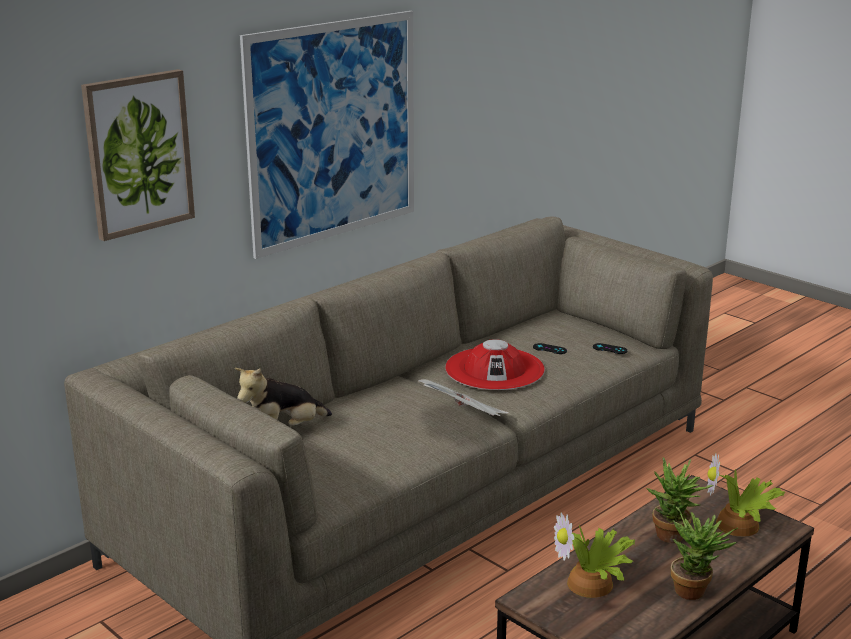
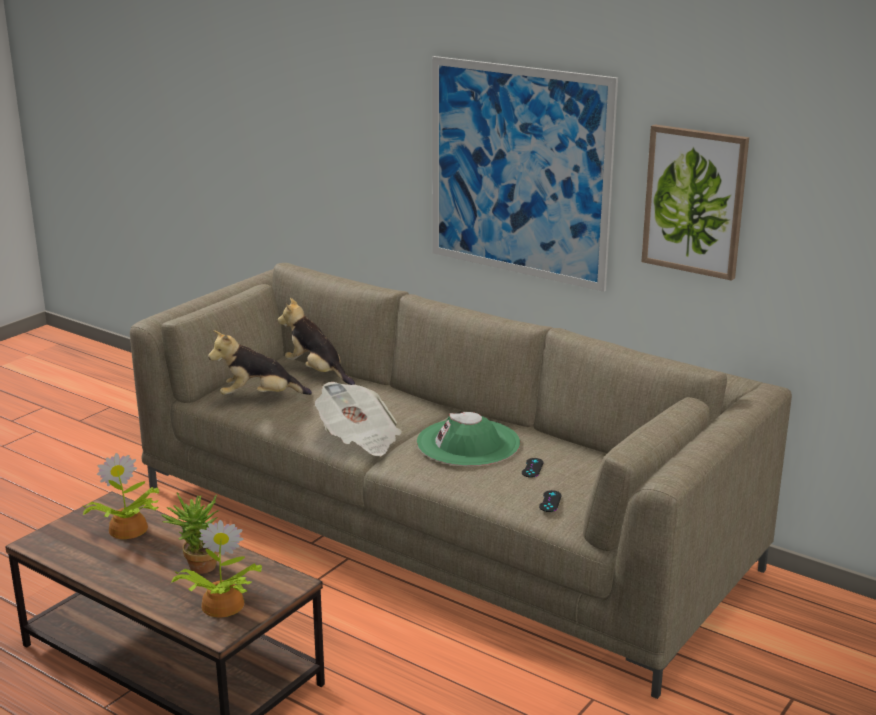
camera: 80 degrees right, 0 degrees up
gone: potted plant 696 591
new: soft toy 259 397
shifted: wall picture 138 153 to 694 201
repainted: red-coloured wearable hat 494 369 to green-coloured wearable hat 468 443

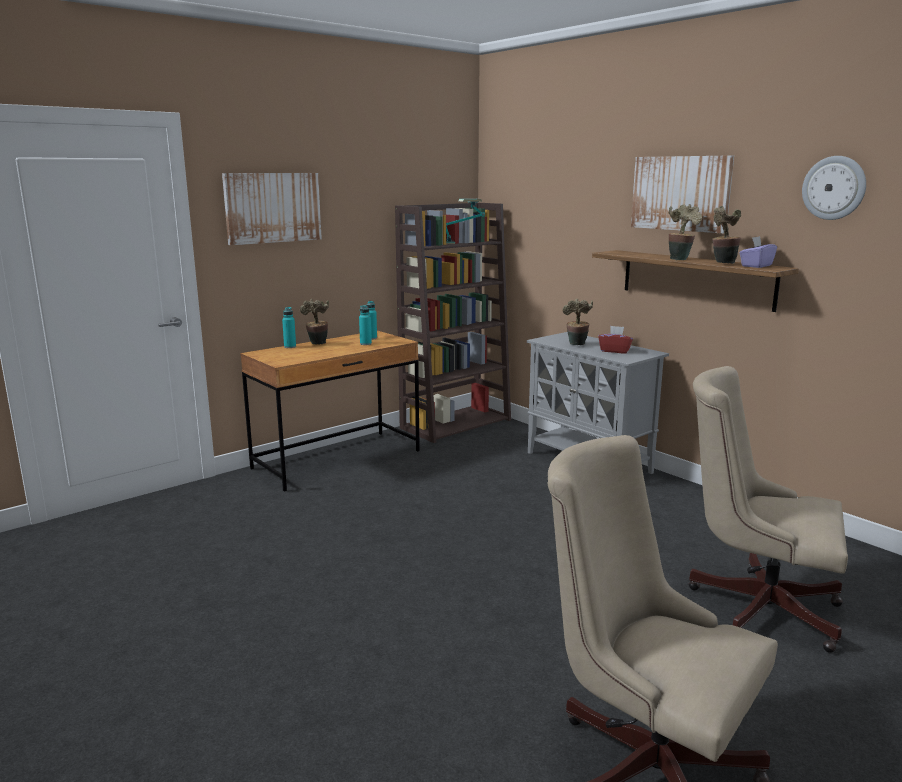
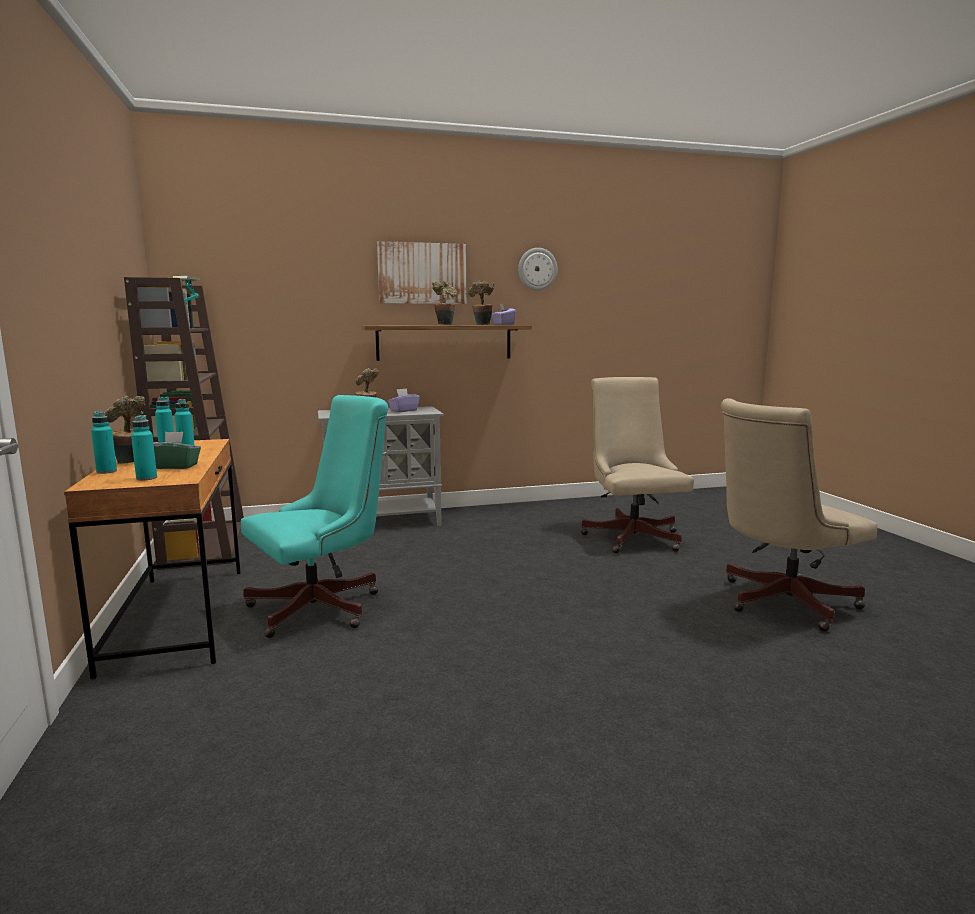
camera: 65 degrees left, 5 degrees down
gone: wall picture 273 207
new: blue-green drink bottle 146 478; green-coloured box of tissues 175 466; blue-green computer chair 324 606
repainted: red-coloured box of tissues 615 351 to purple box of tissues 403 410
rotated: sand-coloured computer chair 755 605 = 631 536 120 degrees clockwise

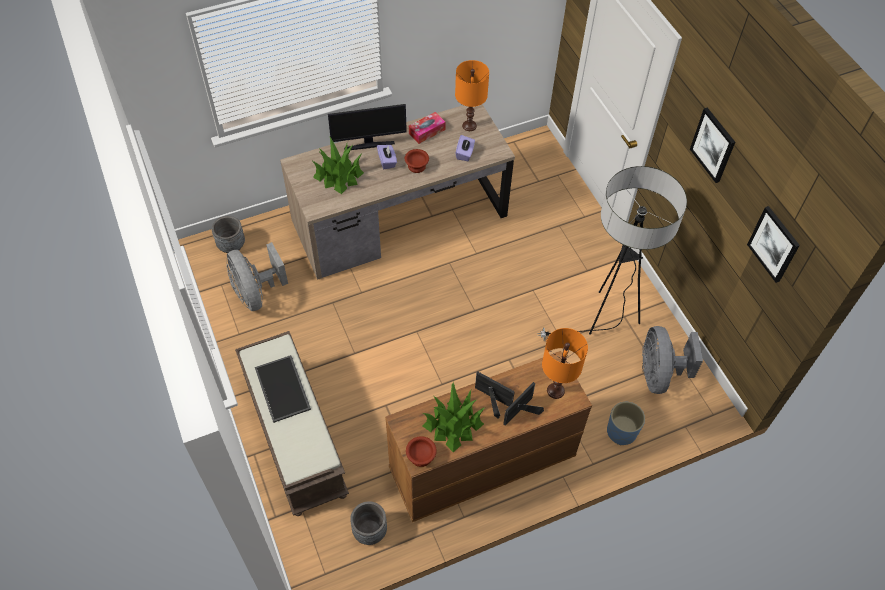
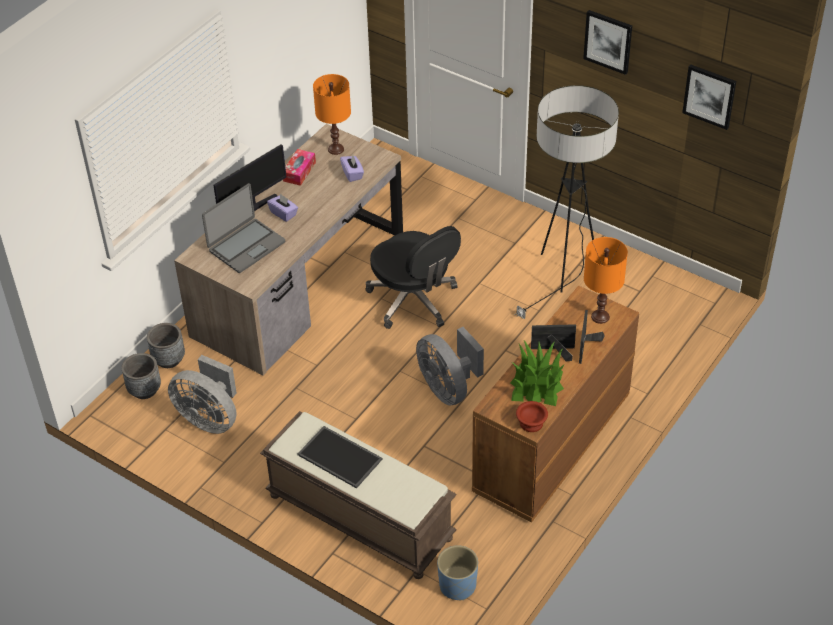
camera: 30 degrees left, 10 degrees down
gone: brown-coloured serving bowl 416 166
new: black-coloured computer chair 414 300
shifted: greyish planter 369 531 to 169 359; bluish planter 621 432 to 457 586; greyish cooling fan 659 374 to 448 388
swapped: potted plant 338 174 to laptop 246 246

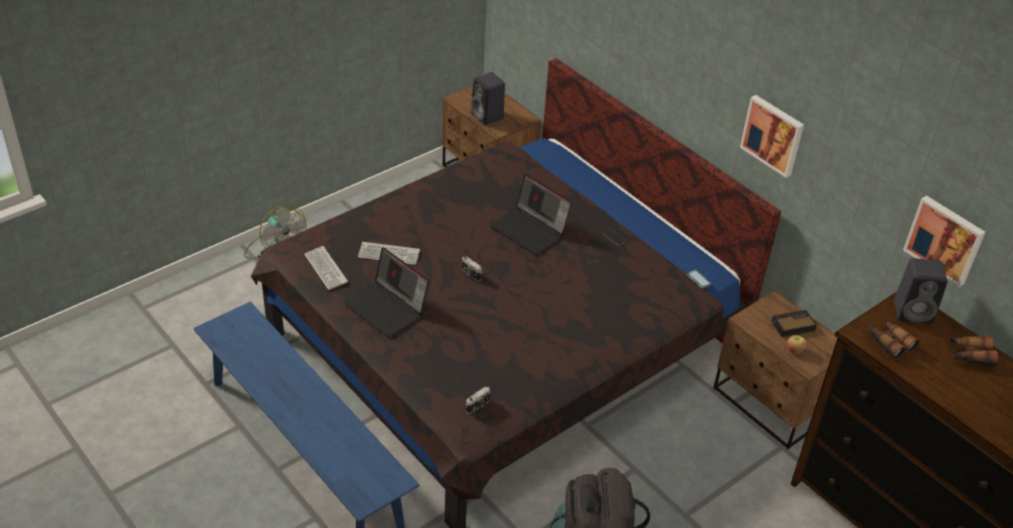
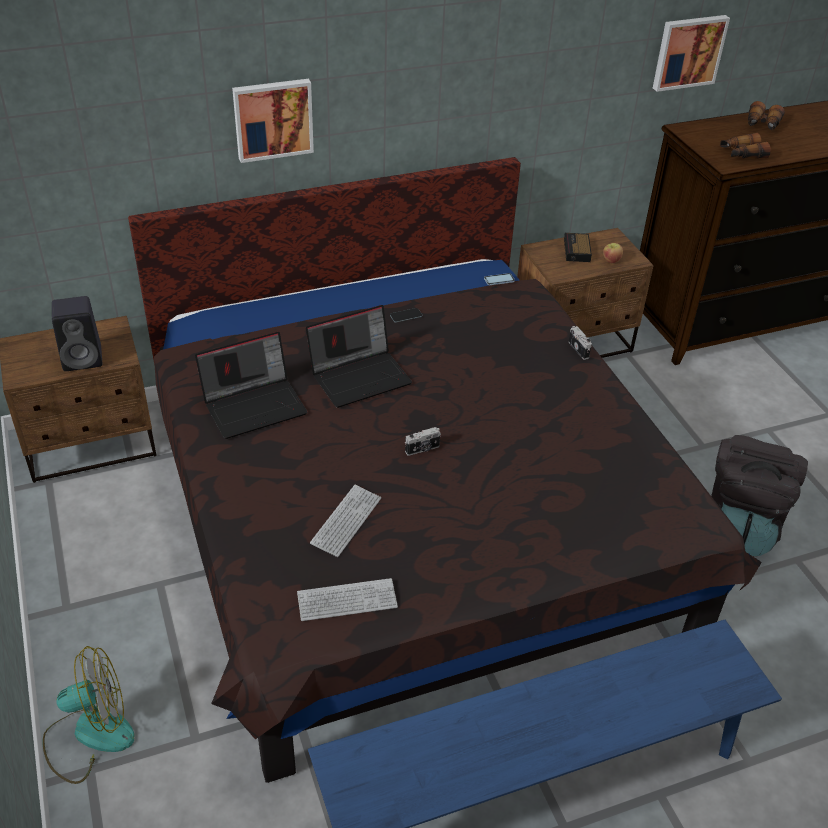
camera: 70 degrees left, 0 degrees up
gone: black-coloured speaker 914 312
shifted: laptop 387 308 to 255 405; photo camera 478 406 to 579 349; wall picture 773 135 to 273 119

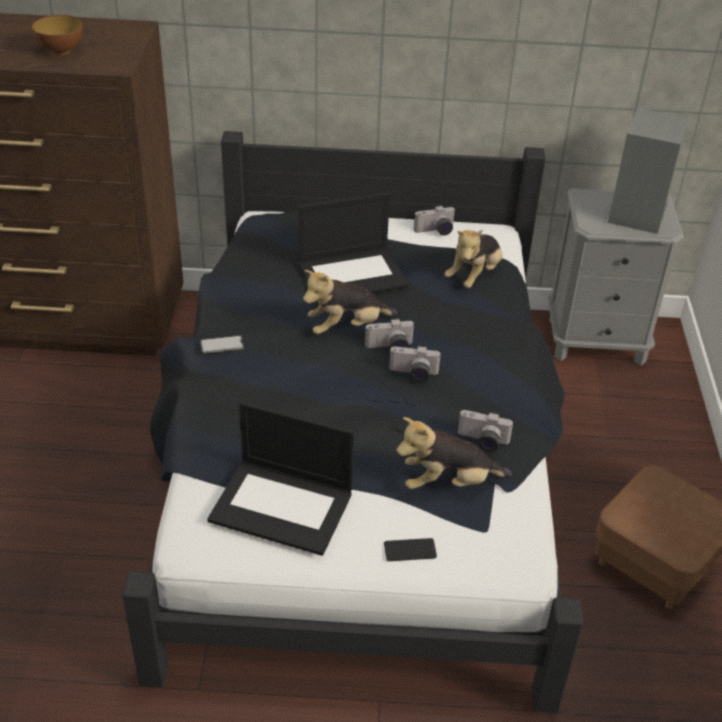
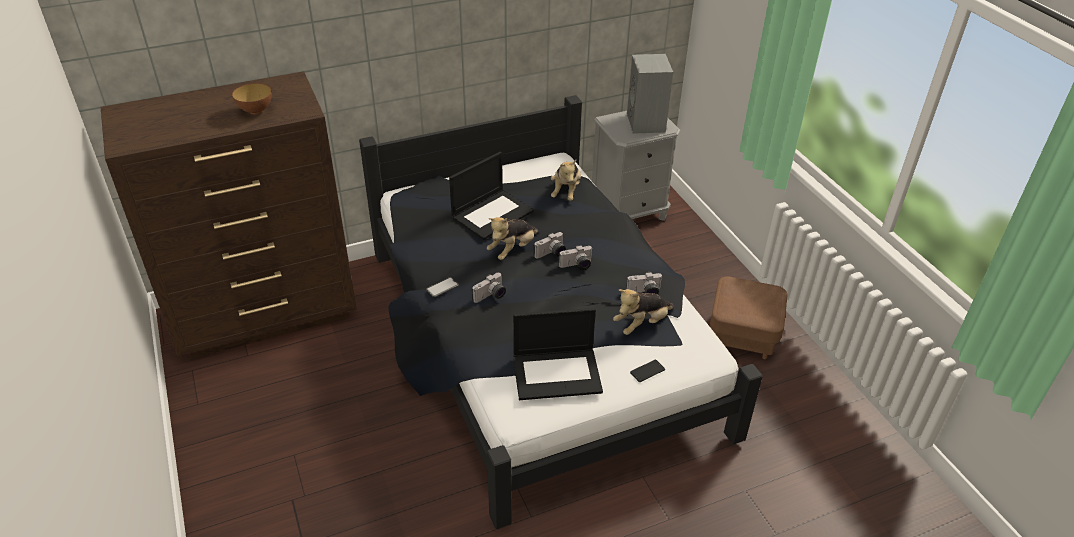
camera: 25 degrees left, 0 degrees up
shifted: photo camera 435 231 to 491 296

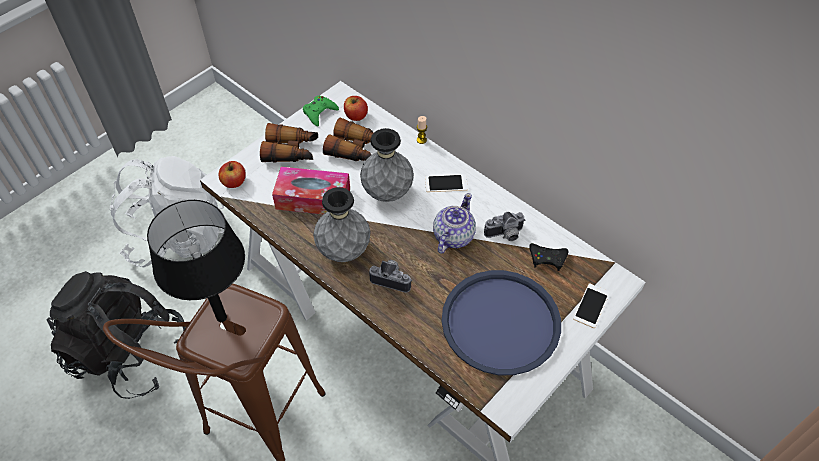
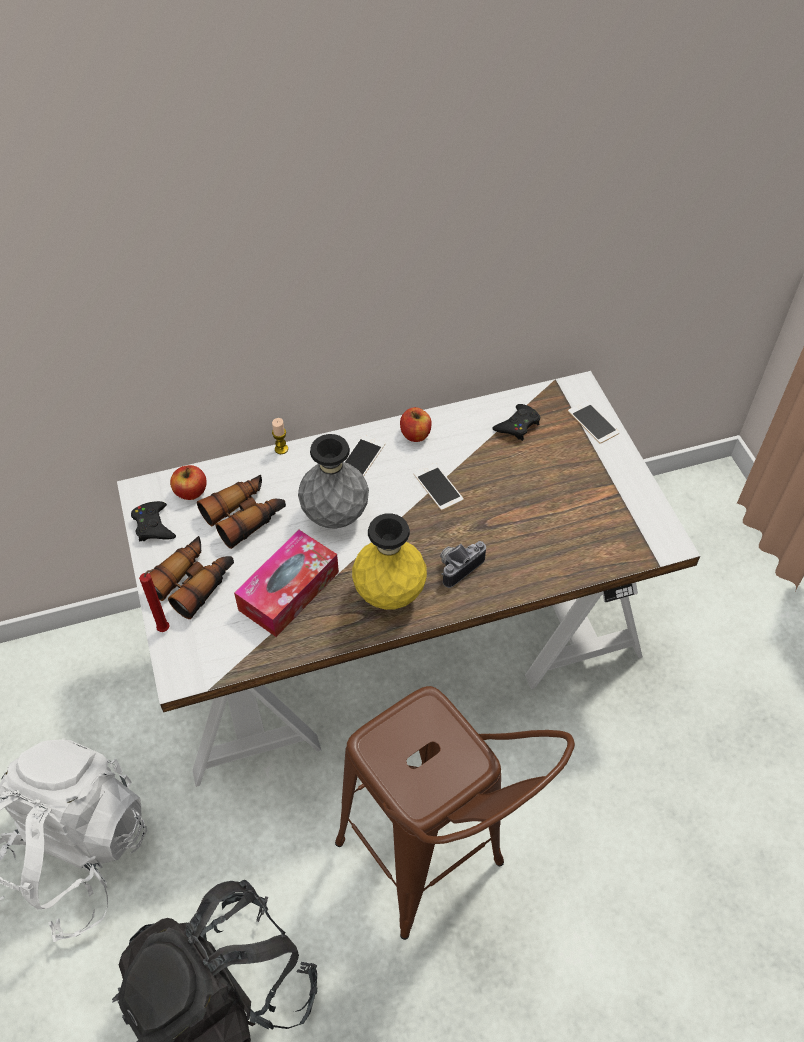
camera: 60 degrees left, 0 degrees up
gone: black-coloured tabletop lamp 221 318; bluish serving tray 500 322; photo camera 505 235
new: red-coloured wax candle 166 629
shifted: whole apple 234 182 to 415 434
swapped: teapot 453 236 to telephone 438 487
repainted: green-coloured joypad 319 113 to black-coloured joypad 153 526; greyish vase 344 251 to yellow-coloured vase 390 594

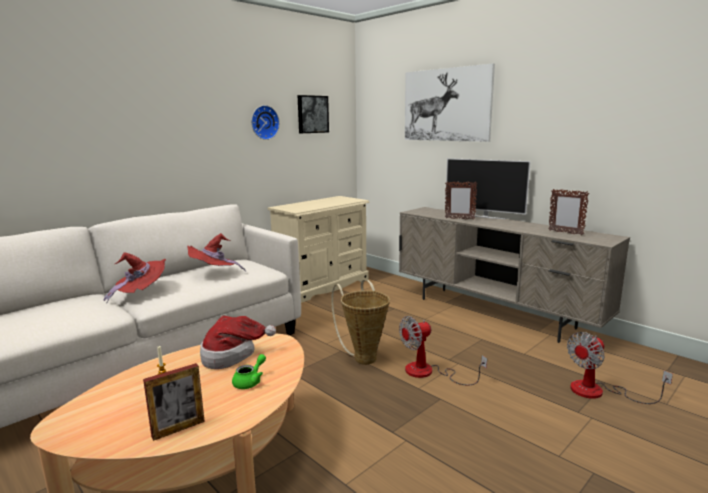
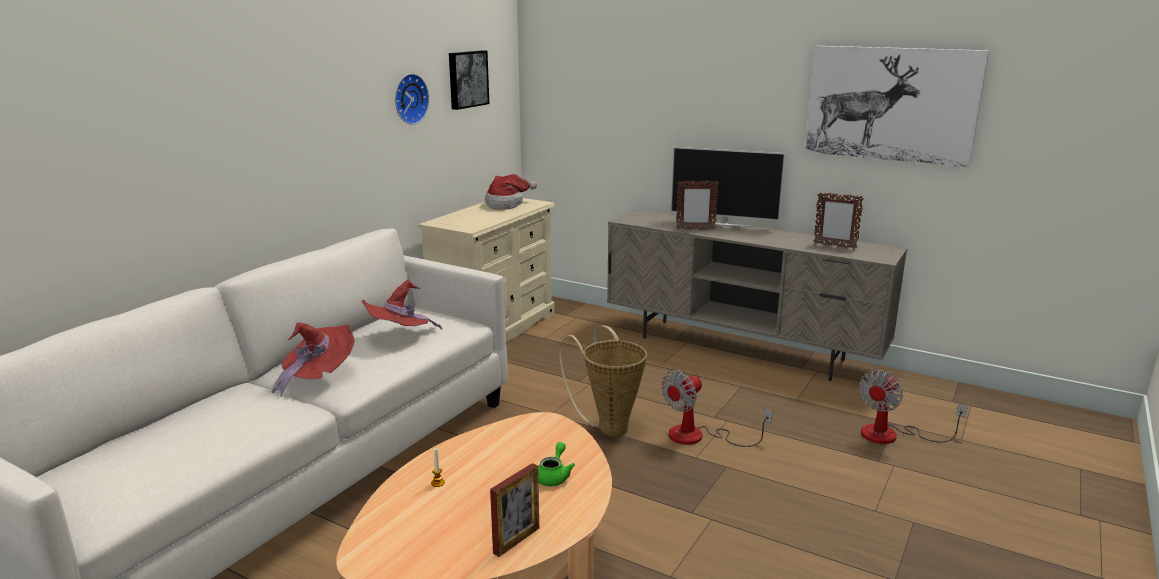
camera: 15 degrees left, 5 degrees up
shifted: wearable hat 232 355 to 506 204; wall picture 446 105 to 891 104

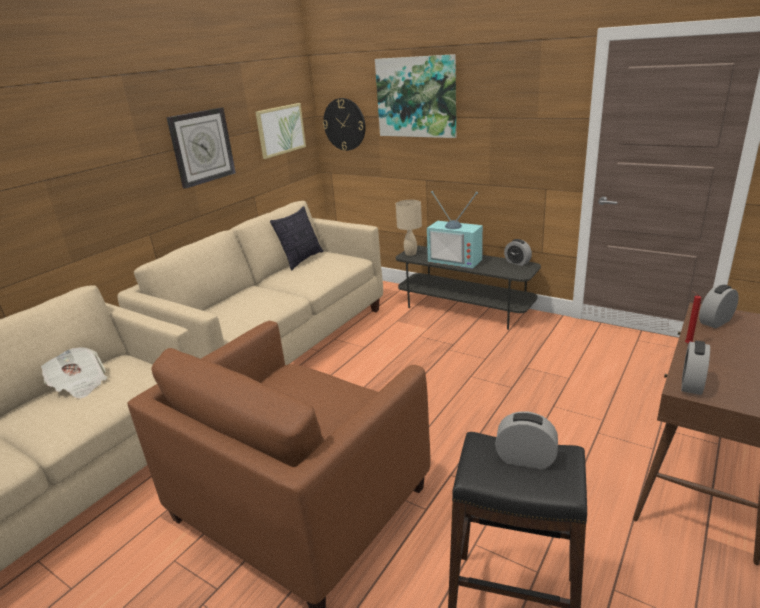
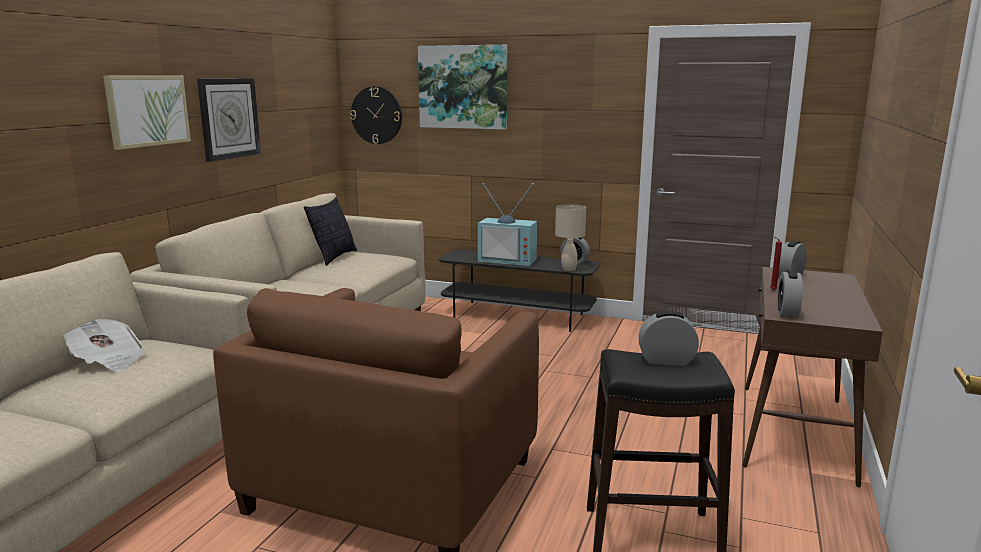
camera: 15 degrees left, 10 degrees down
shifted: wall picture 280 130 to 148 110; sand-coloured tabletop lamp 410 253 to 568 269

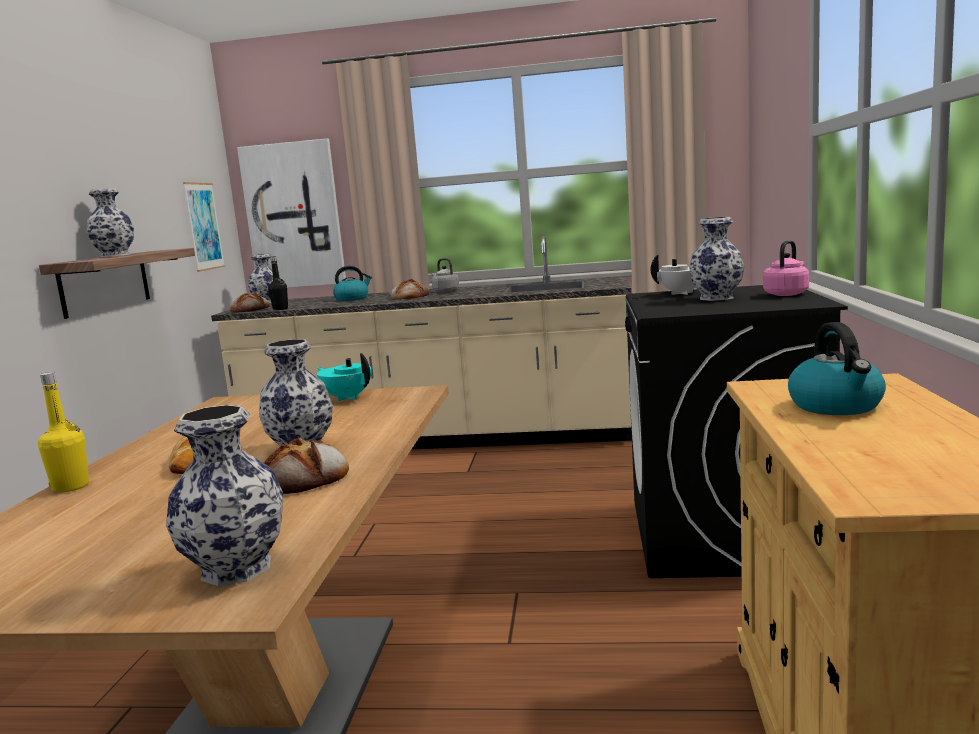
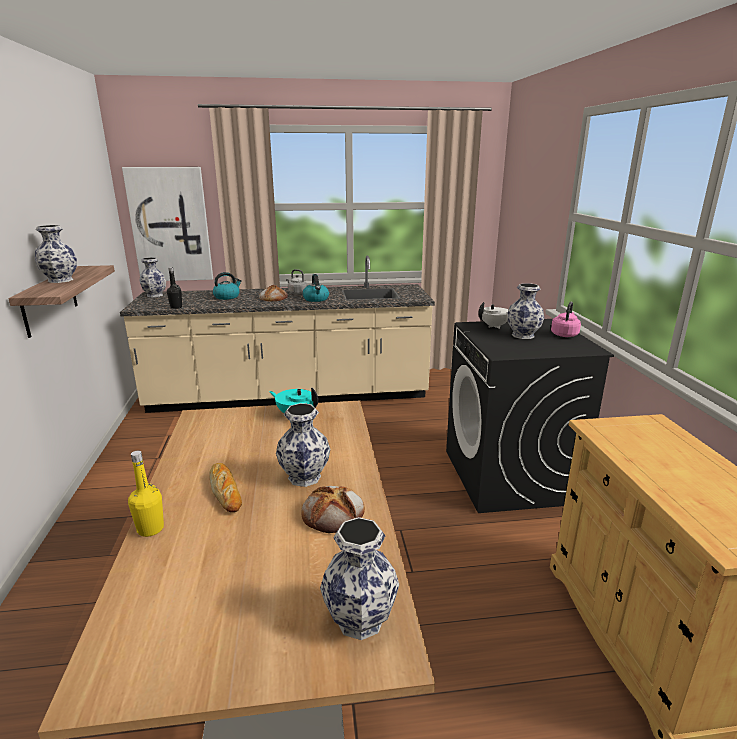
camera: 15 degrees left, 10 degrees up
gone: wall picture 204 226; bread 250 309
shifted: water kettle 836 406 to 316 299

